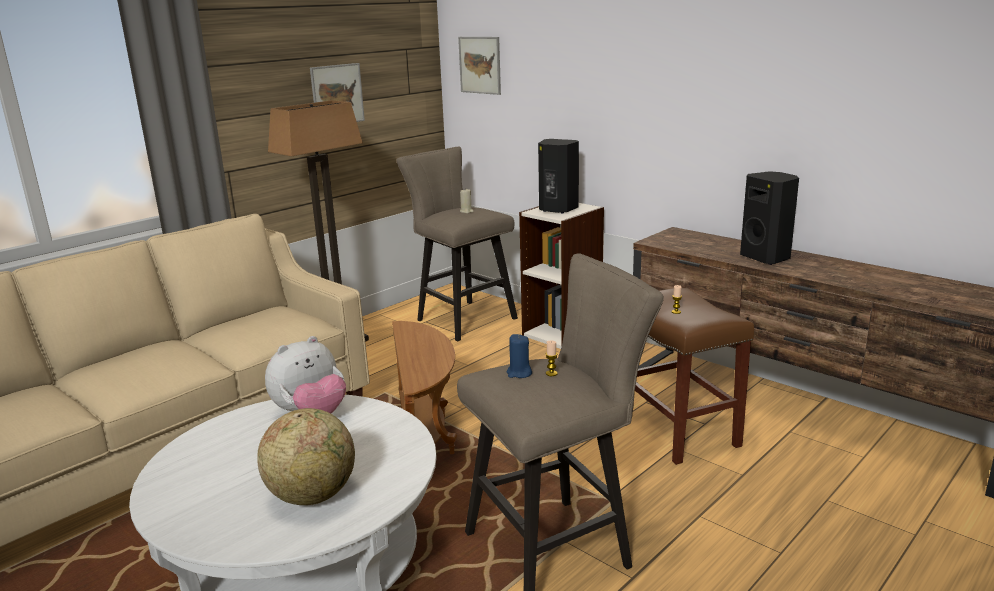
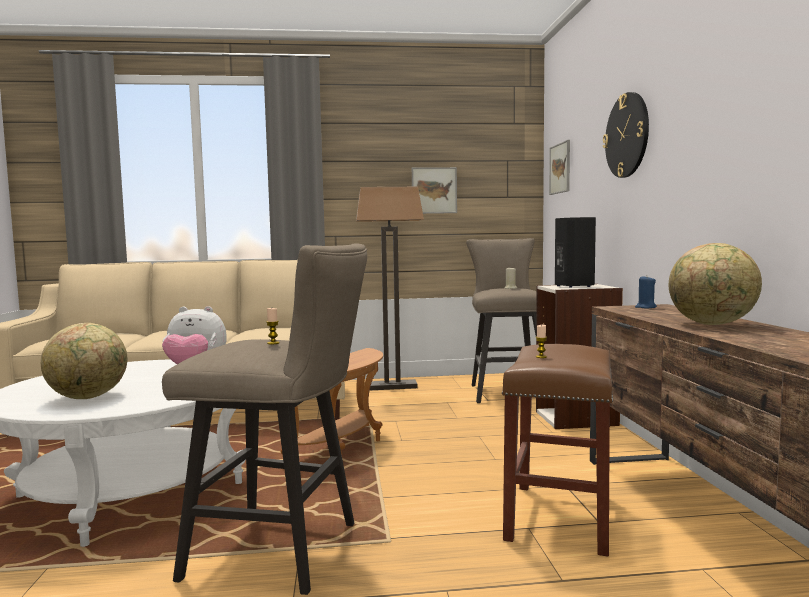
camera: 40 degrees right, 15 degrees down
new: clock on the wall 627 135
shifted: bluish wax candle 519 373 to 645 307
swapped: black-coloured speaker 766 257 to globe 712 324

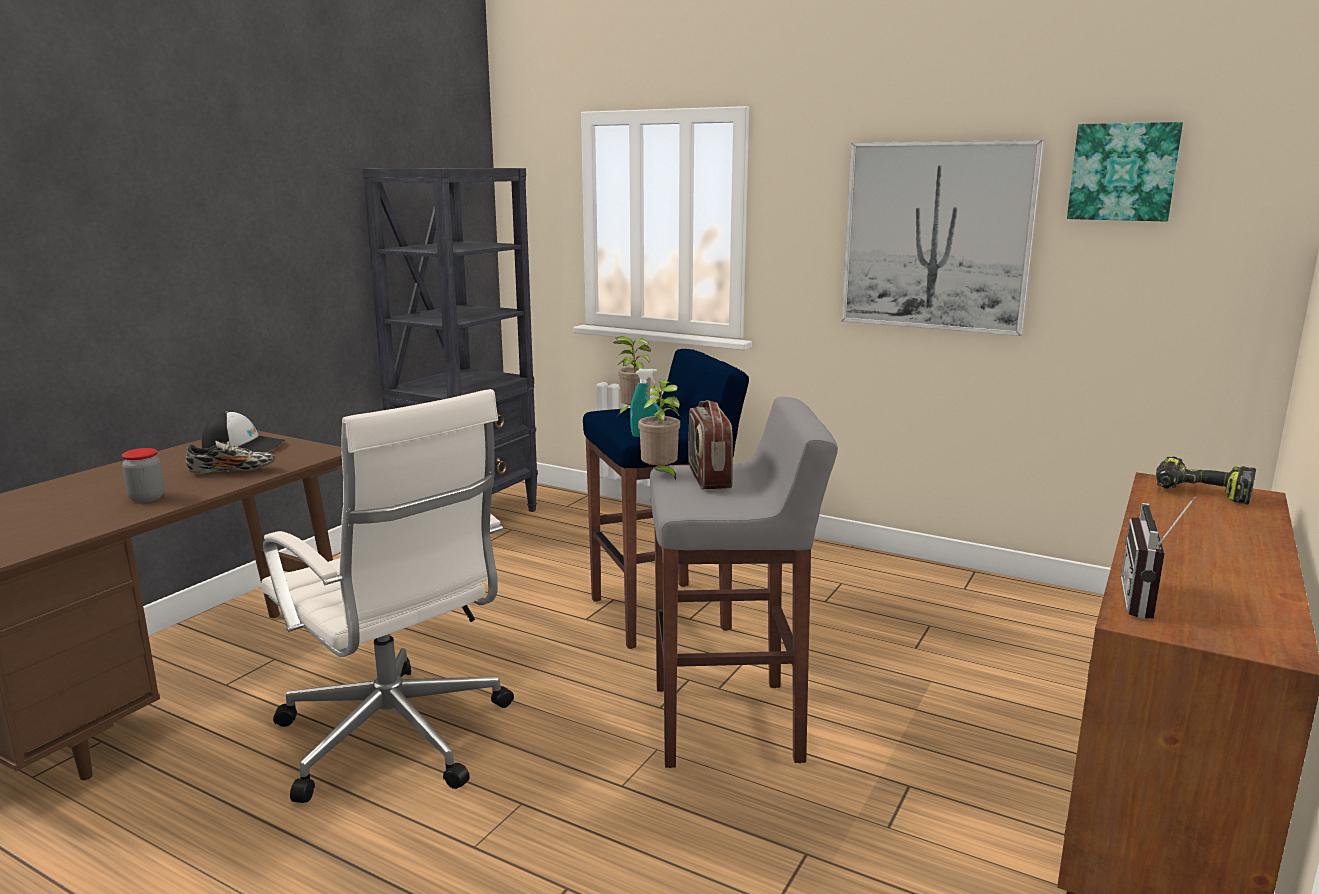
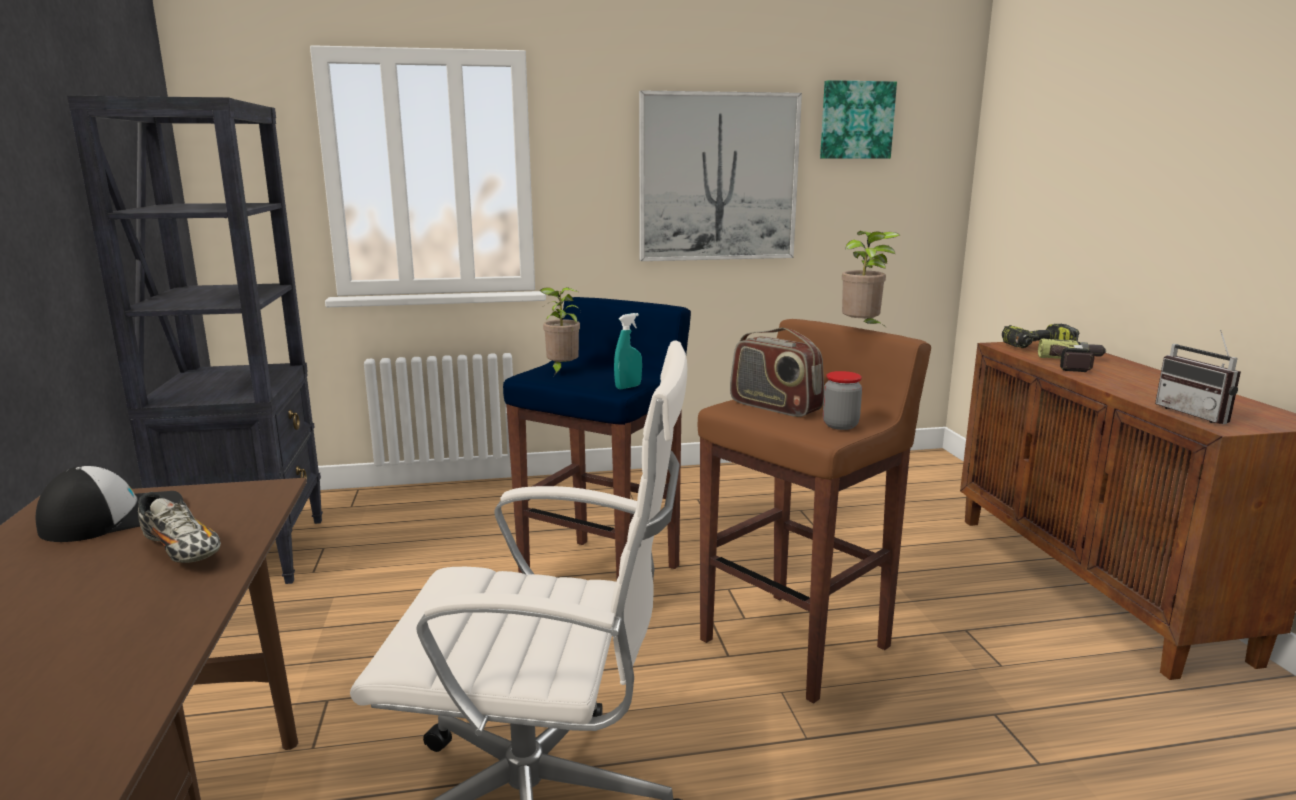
camera: 40 degrees left, 0 degrees up
new: power drill 1077 364
shifted: jar 147 498 to 840 425; potted plant 660 475 to 862 329
repainted: greyish stool 729 723 to brown-coloured stool 797 643
rotated: low shoe 232 472 = 182 551 90 degrees clockwise

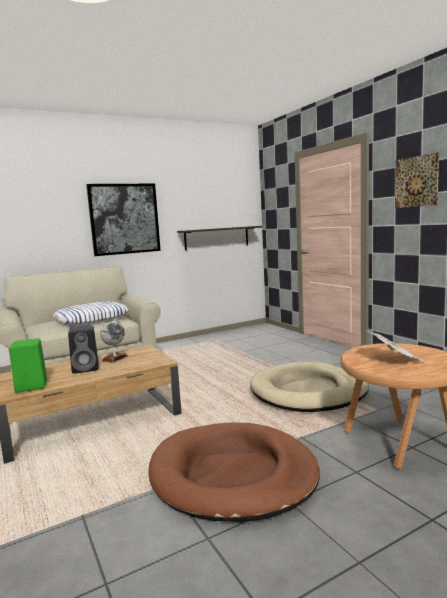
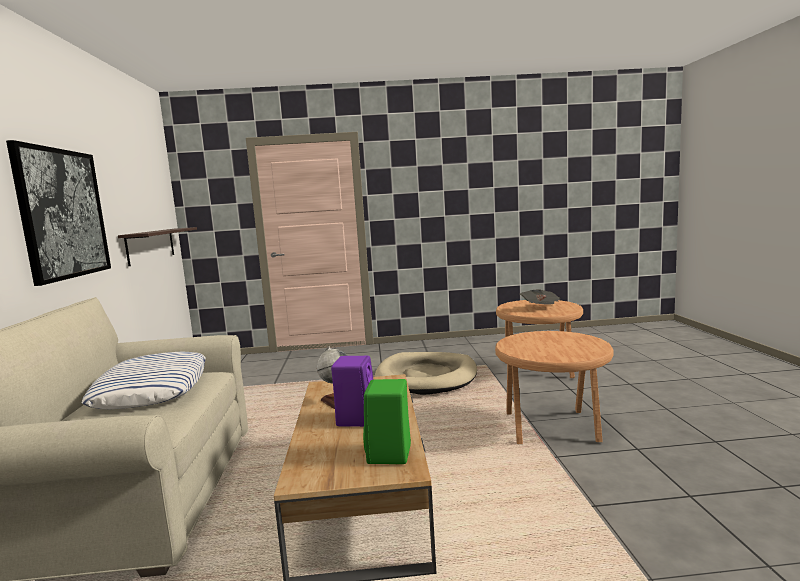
camera: 65 degrees left, 0 degrees up
gone: wall picture 416 181
swapped: brown-coloured dog bed 233 475 to brown-coloured accent table 553 428
repainted: black-coloured speaker 86 368 to purple speaker 356 418

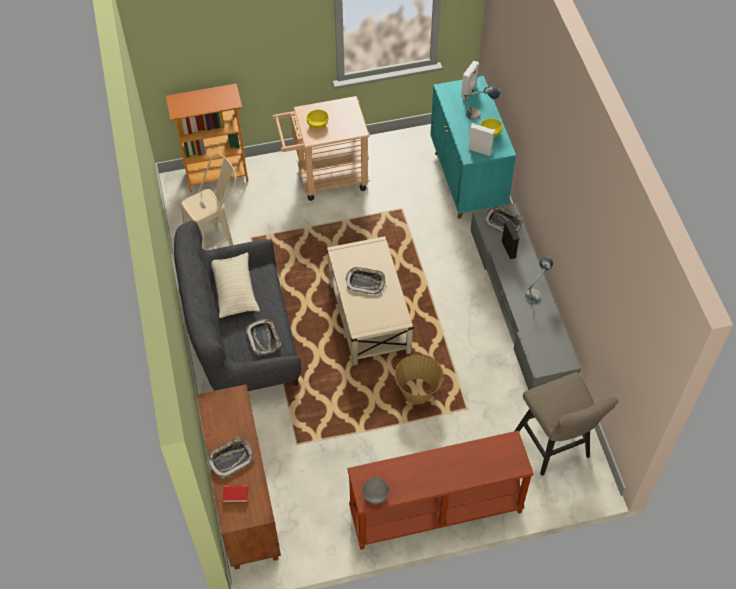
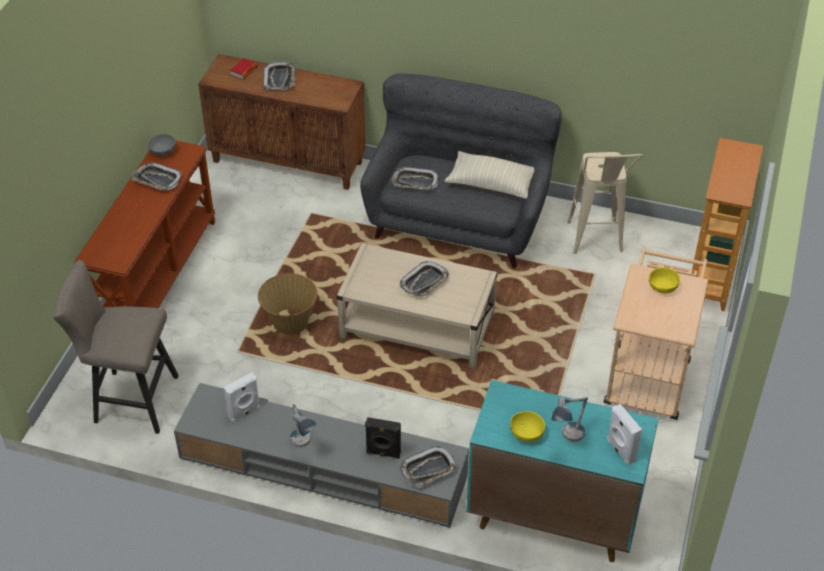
camera: 120 degrees right, 10 degrees down
new: serving tray 157 180
shifted: white-coloured speaker 480 150 to 244 412

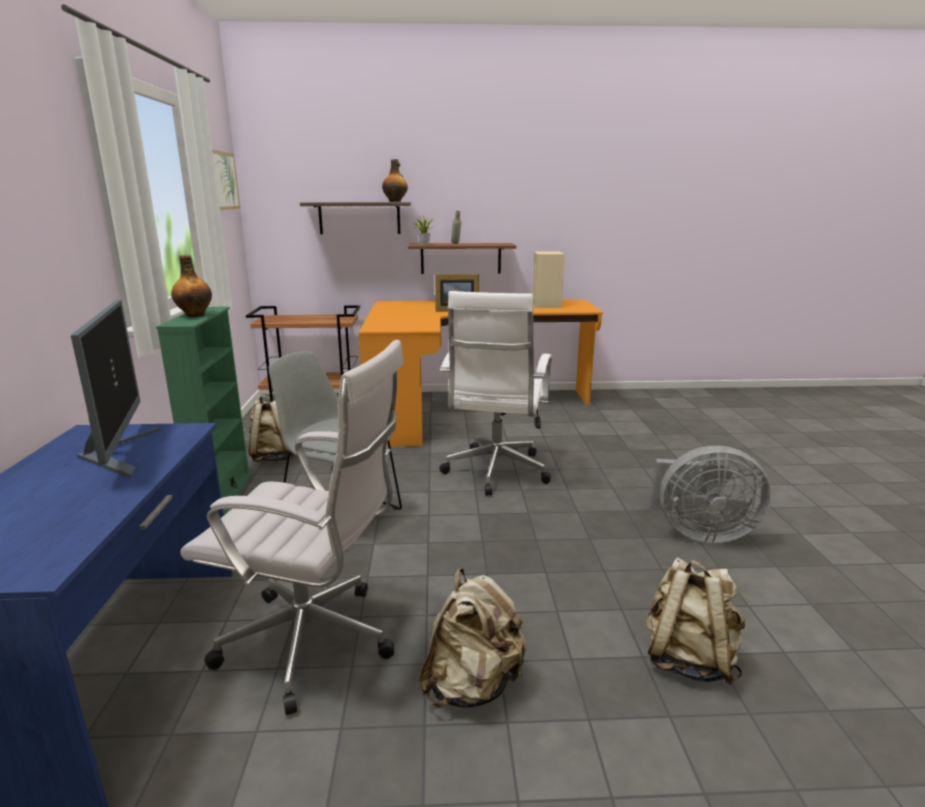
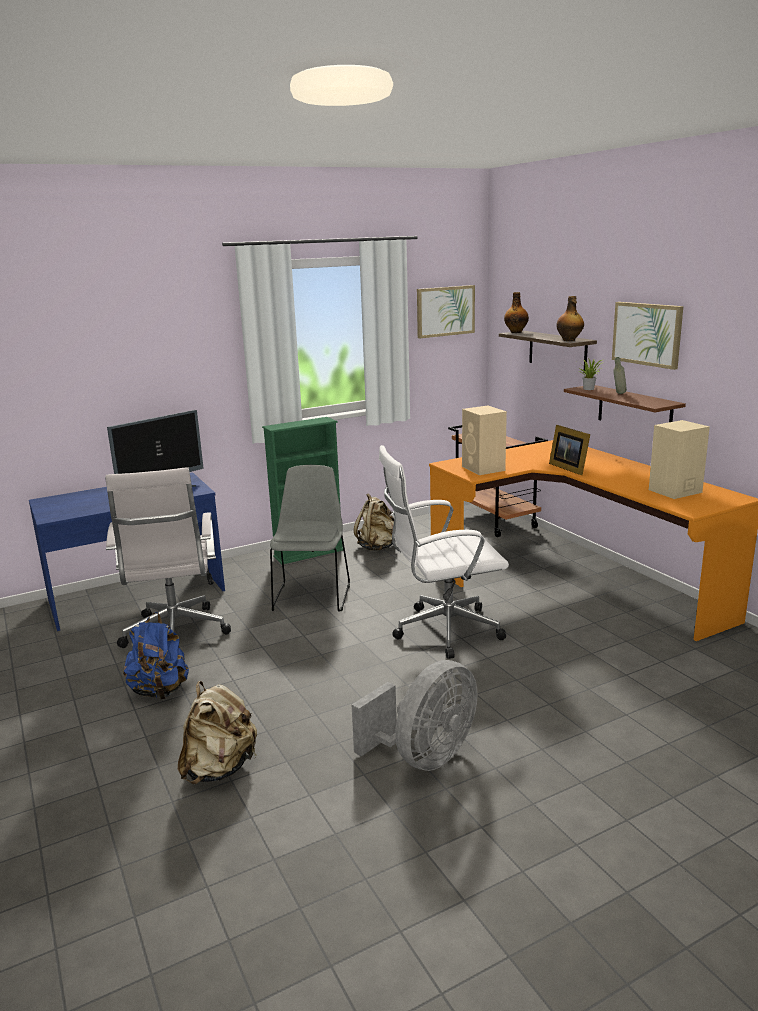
camera: 65 degrees right, 0 degrees up
new: sand-coloured speaker 484 469; wall picture 647 334
shifted: drink bottle 195 315 to 516 332
repainted: sand-coloured knapsack 472 685 to bluish knapsack 160 691
rotated: greyish cooling fan 700 532 = 424 757 120 degrees counterclockwise

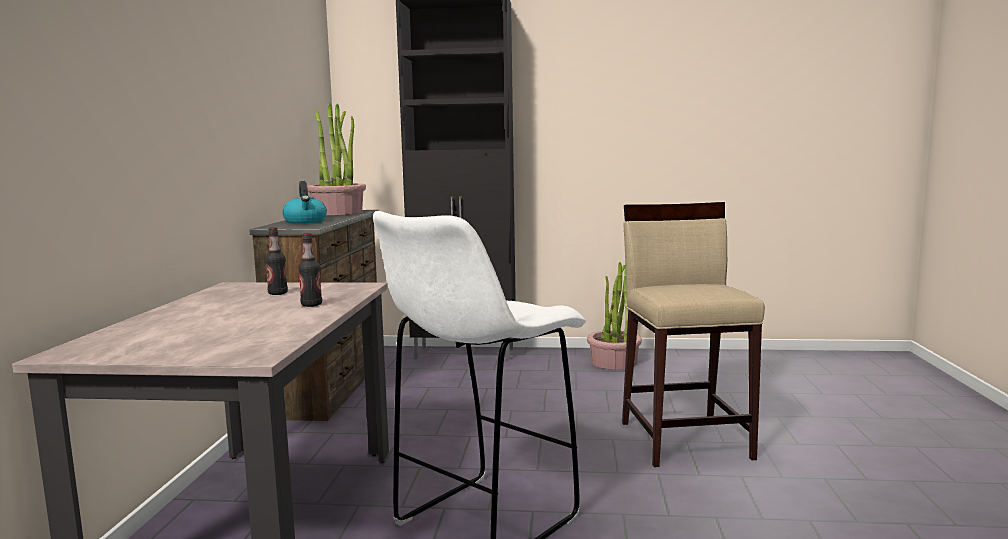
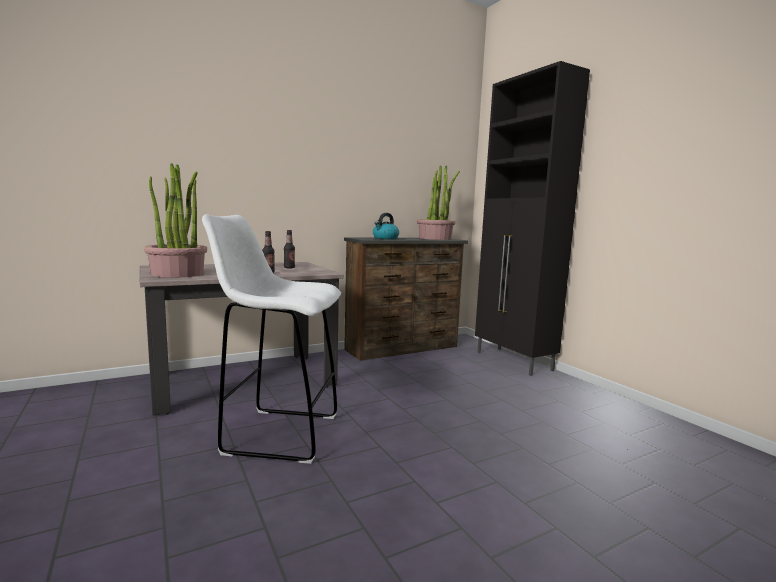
camera: 55 degrees right, 0 degrees up
gone: sand-coloured stool 685 439
shifted: potted plant 614 362 to 178 274

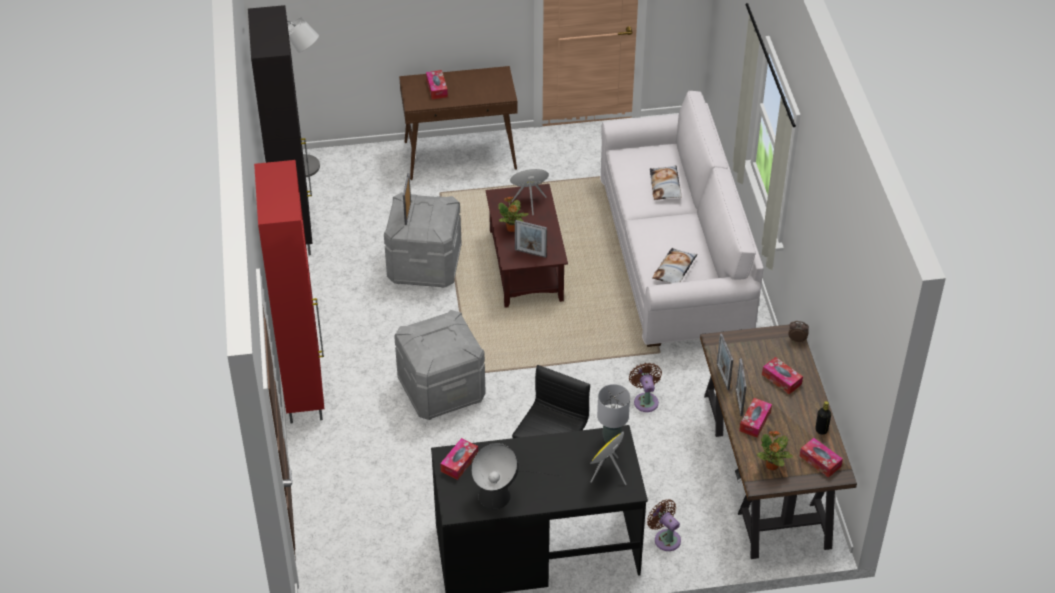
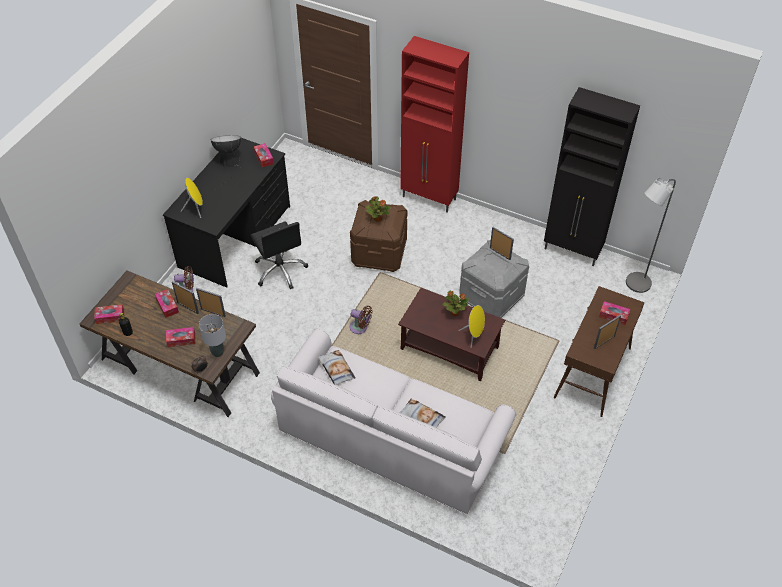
camera: 125 degrees right, 5 degrees up
shifted: standing frame 530 253 to 604 342; greyish tabletop lamp 612 439 to 217 352; brown-coloured cooling fan 645 400 to 360 328; potted plant 771 466 to 377 218
repainted: greyish storage bin 441 389 to brown-coloured storage bin 379 254

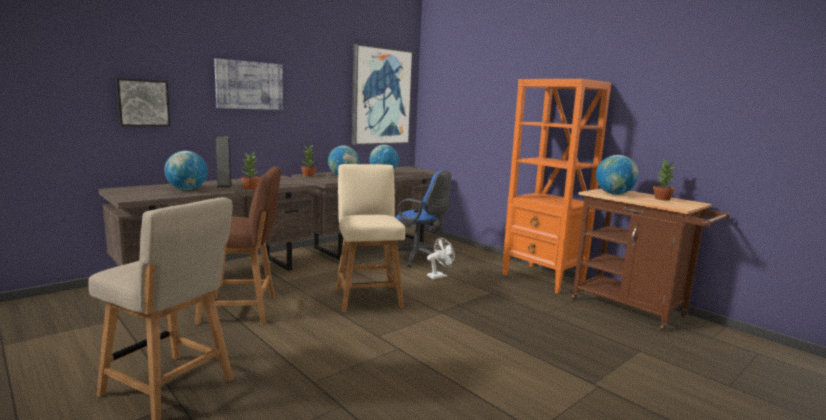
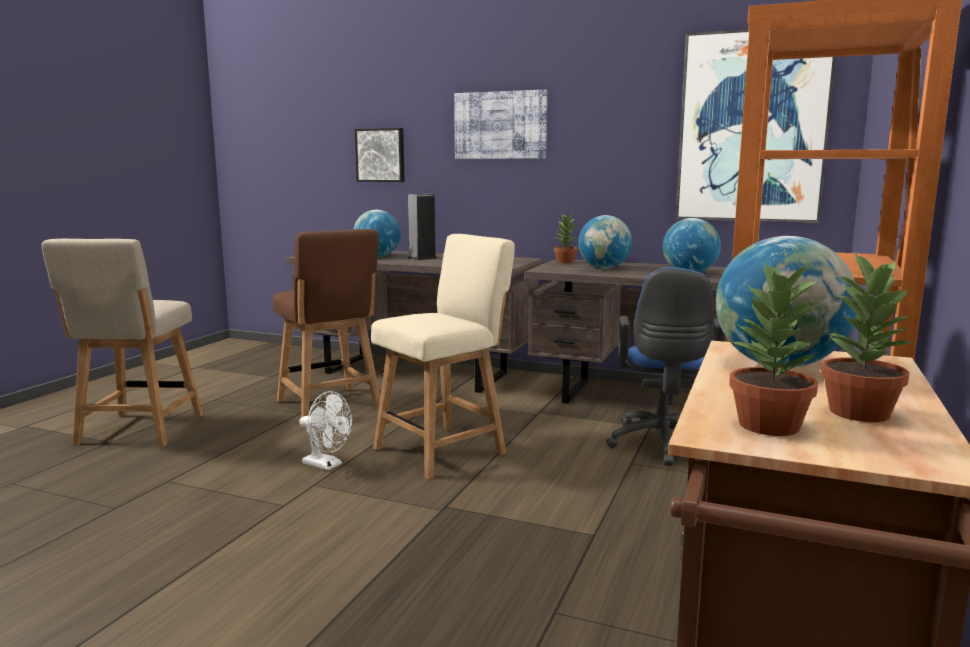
camera: 65 degrees right, 0 degrees up
shifted: potted plant 251 188 to 769 426; white-coloured cooling fan 439 276 to 327 465

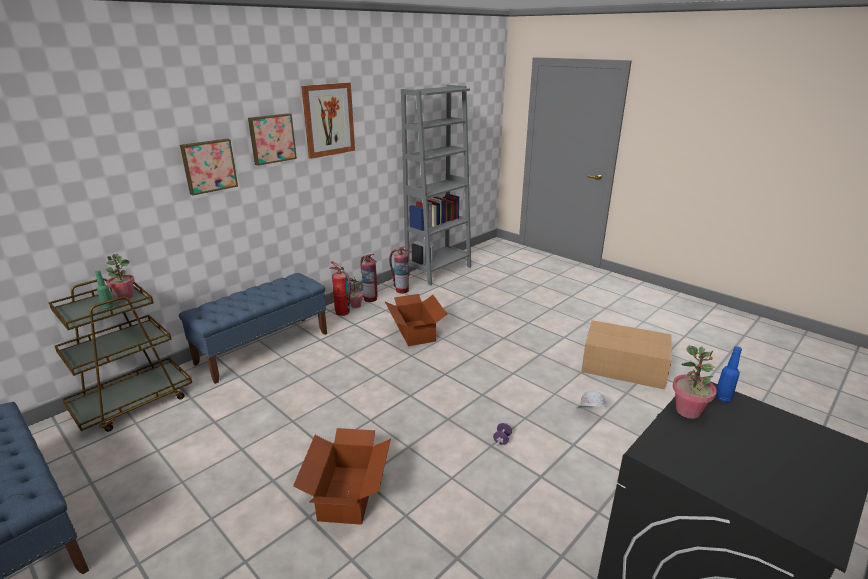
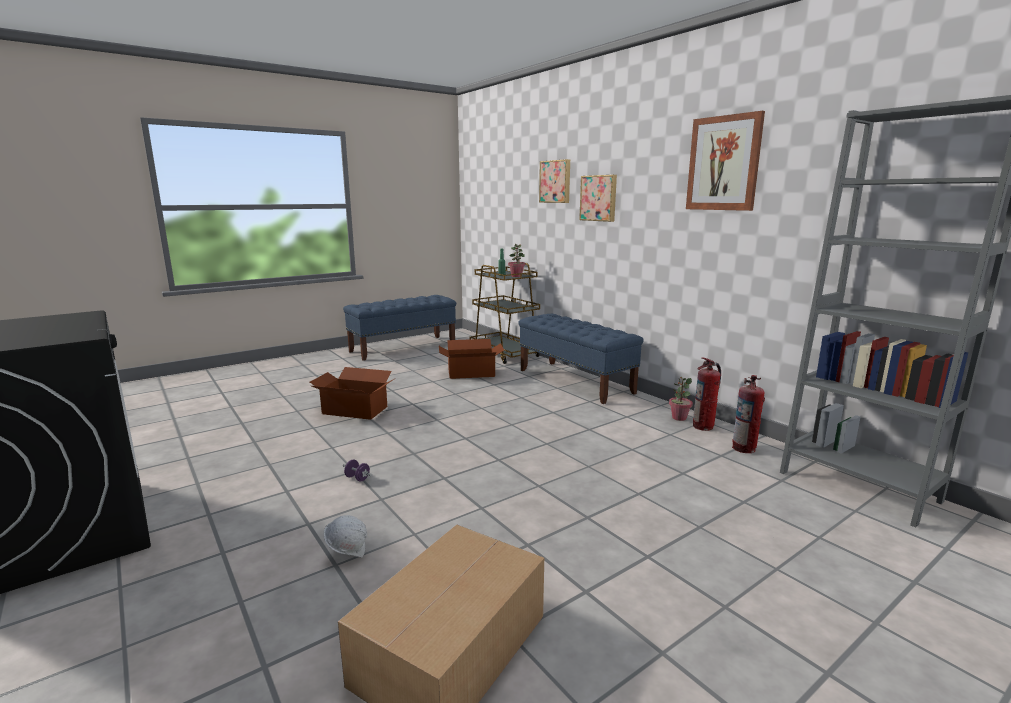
camera: 100 degrees right, 10 degrees down
gone: extinguisher 342 312; potted plant 688 411; bluish drink bottle 723 398
shifted: wall picture 271 138 to 556 181; packing box 416 332 to 471 373

